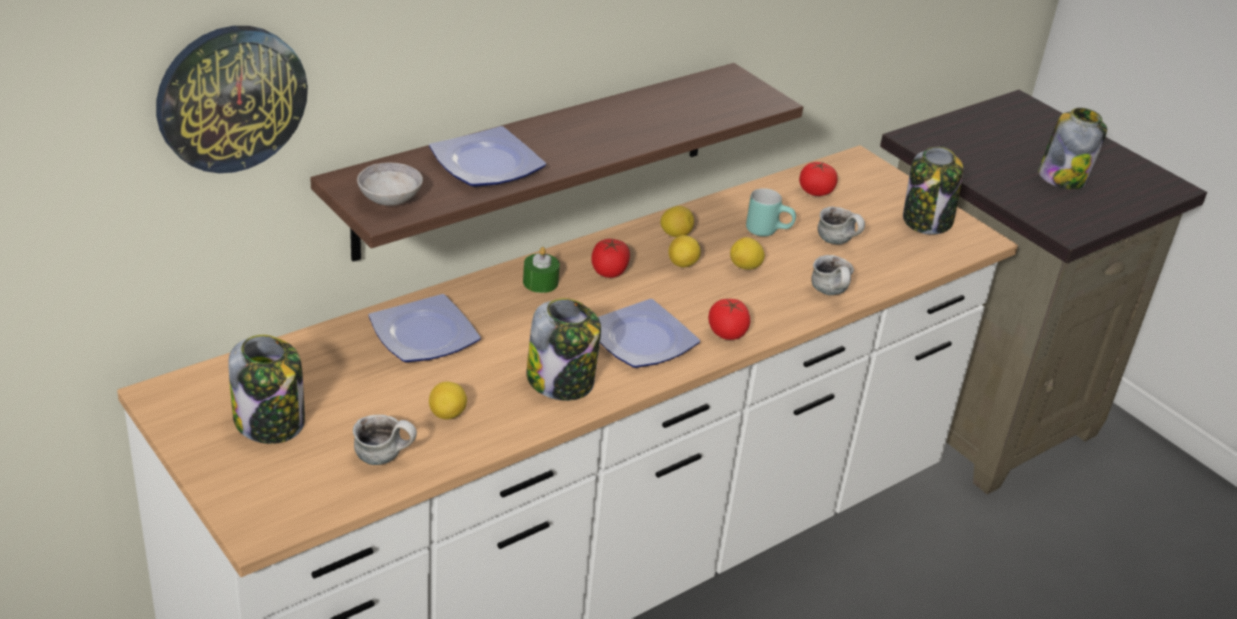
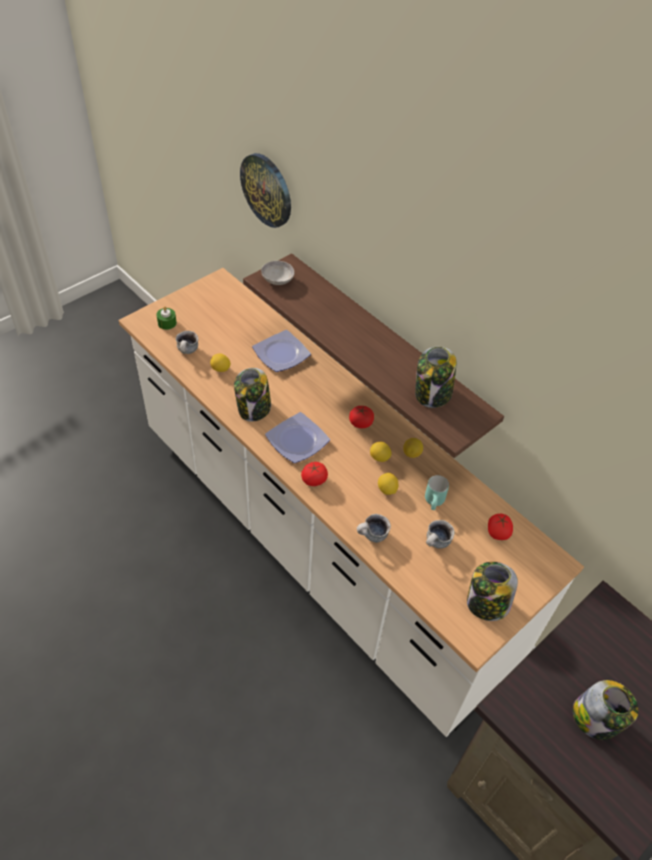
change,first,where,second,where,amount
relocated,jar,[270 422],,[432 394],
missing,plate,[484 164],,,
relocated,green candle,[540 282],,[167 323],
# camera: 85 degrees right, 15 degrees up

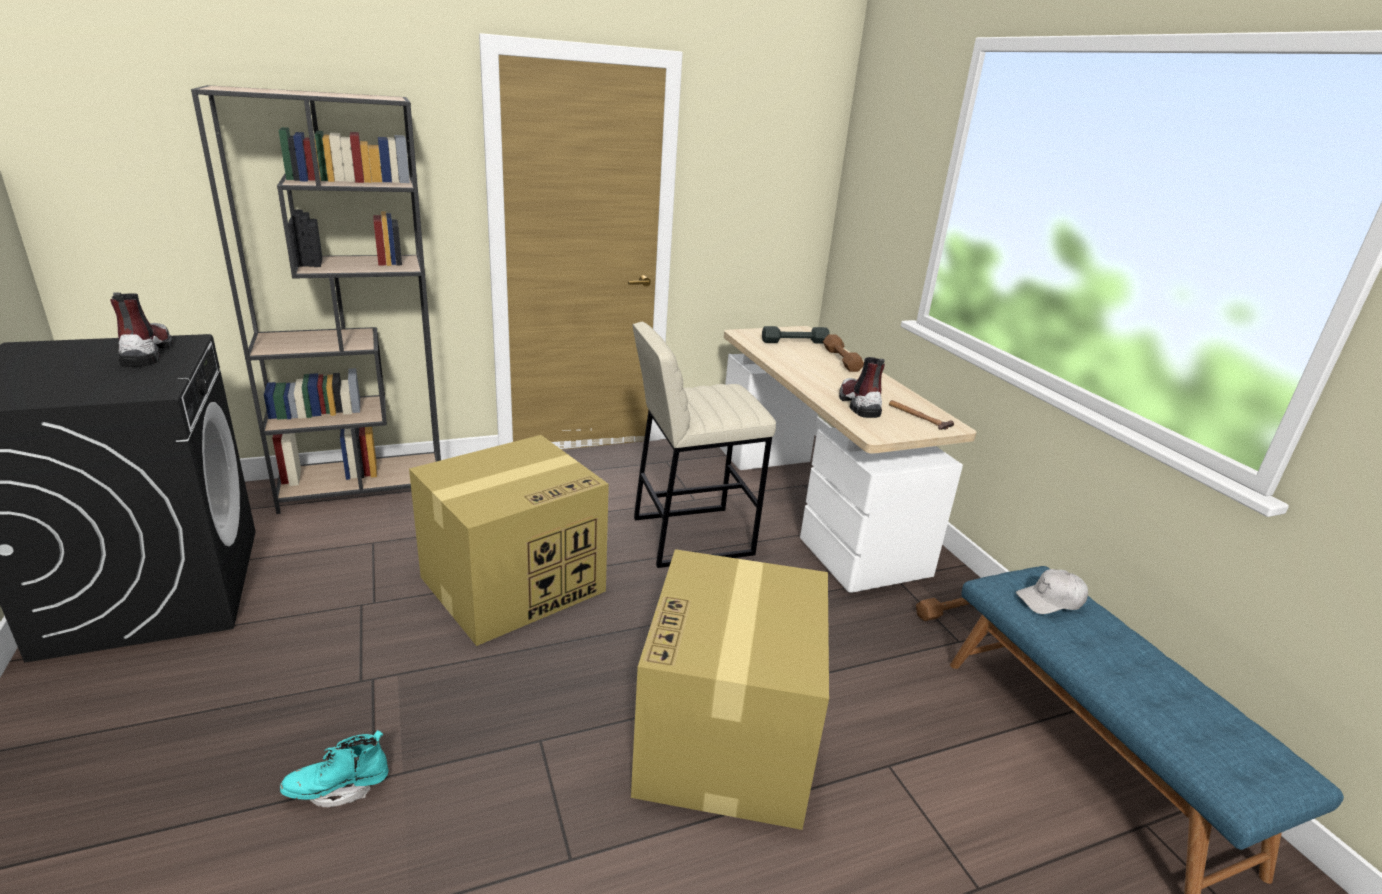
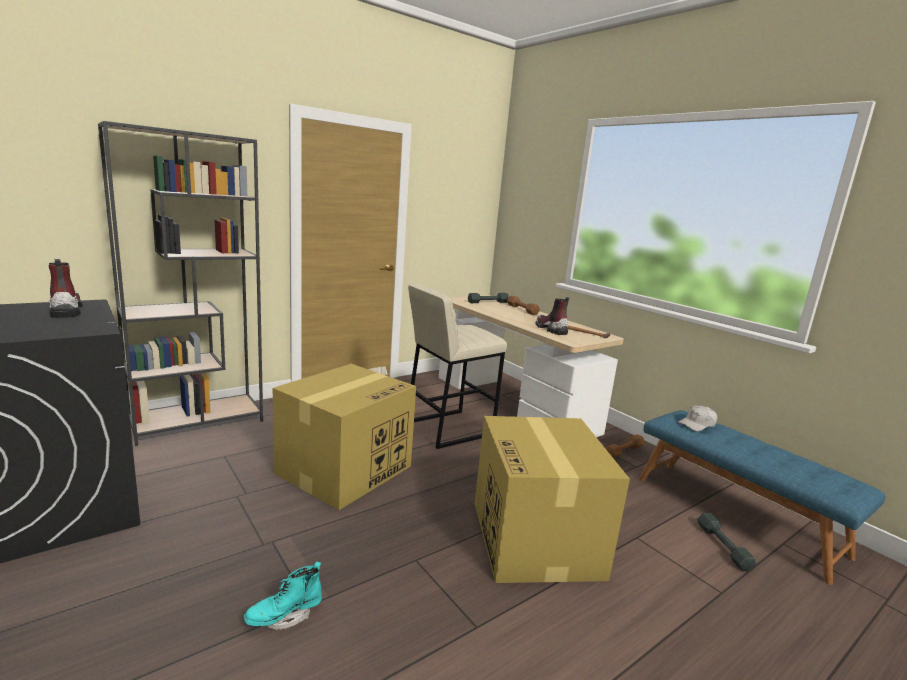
change,first,where,second,where,amount
appeared,,,grey dumbbell,[723 546],
# camera: 15 degrees left, 10 degrees down

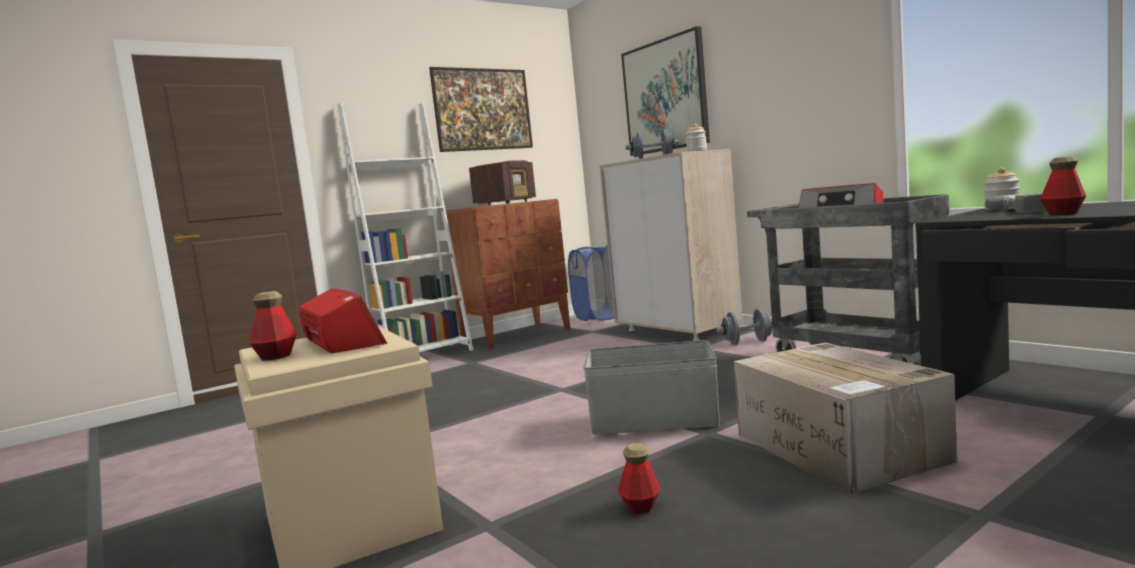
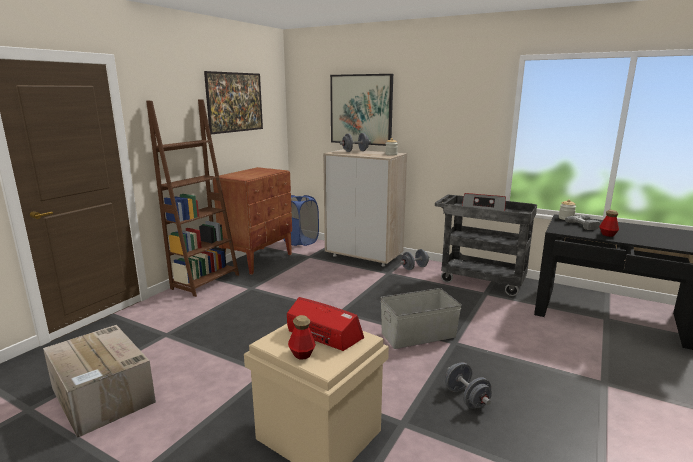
change,first,where,second,where,amount
colour,white bookcase,[424 356],brown bookcase,[205 281],
missing,radio,[506 203],,,
exchanged,bottle,[640 506],grey dumbbell,[466 398],
relocated,cardboard box,[840 448],,[103 395],
# camera: 25 degrees left, 10 degrees up

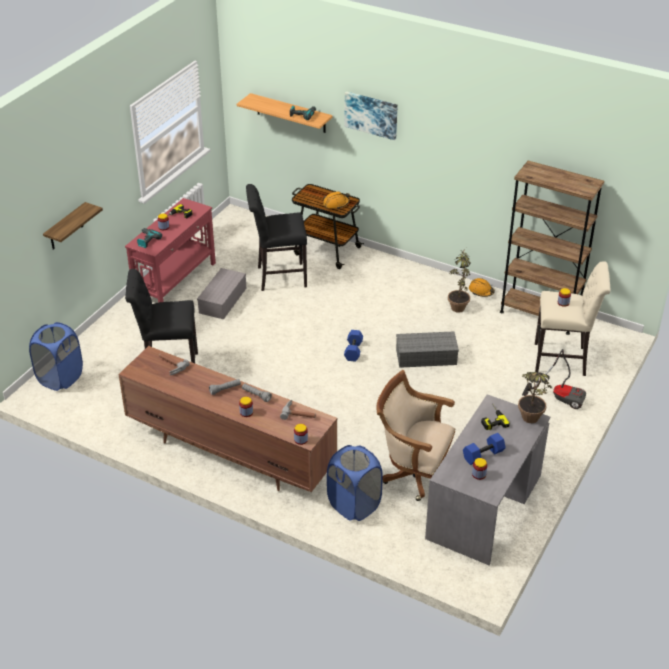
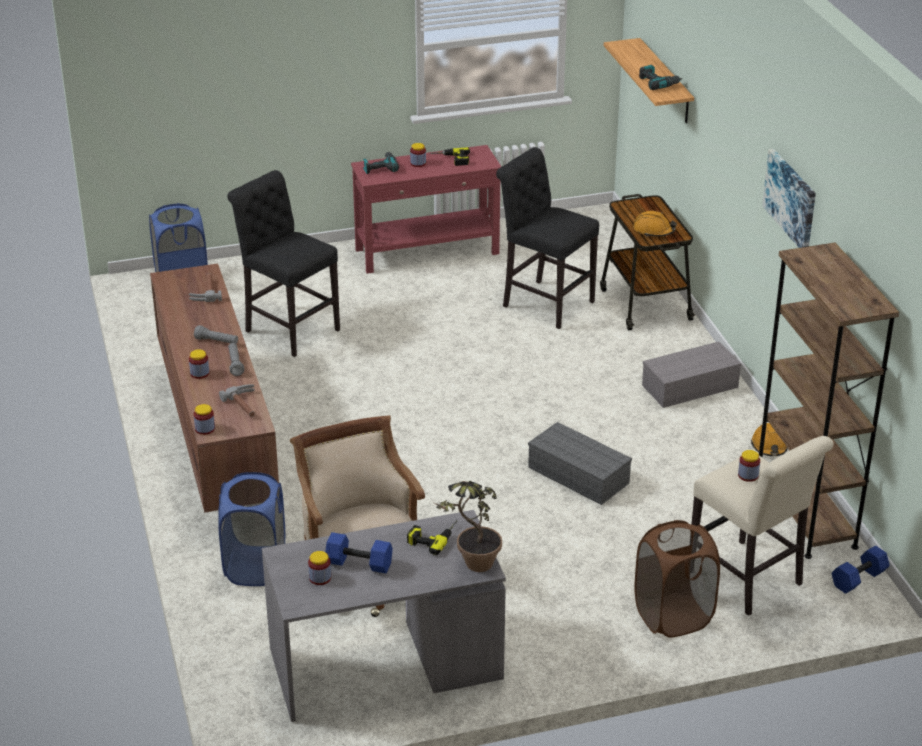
change,first,where,second,where,amount
missing,shelf,[66 227],,,
relocated,grey storage box,[223 301],,[689 387],
relocated,blue dumbbell,[354 351],,[859 579],
relocated,picture,[371 114],,[791 199],
missing,potted plant,[458 305],,,
exchanged,vacuum cleaner,[560 397],brown laundry basket,[673 616],
# camera: 45 degrees right, 5 degrees down

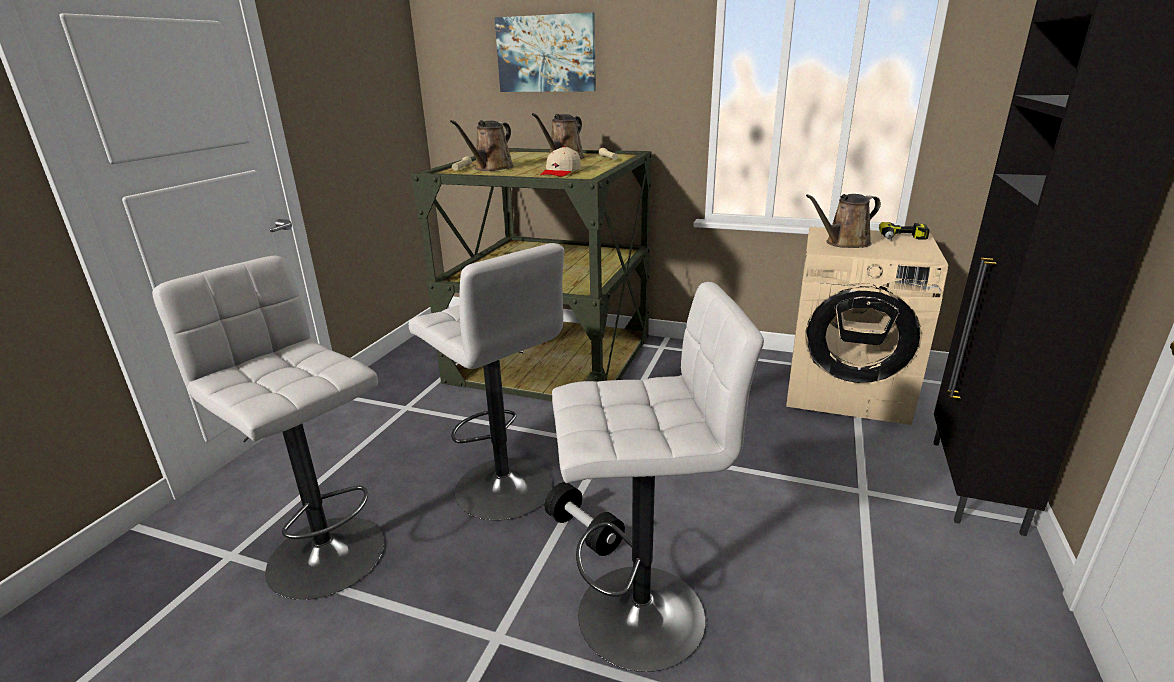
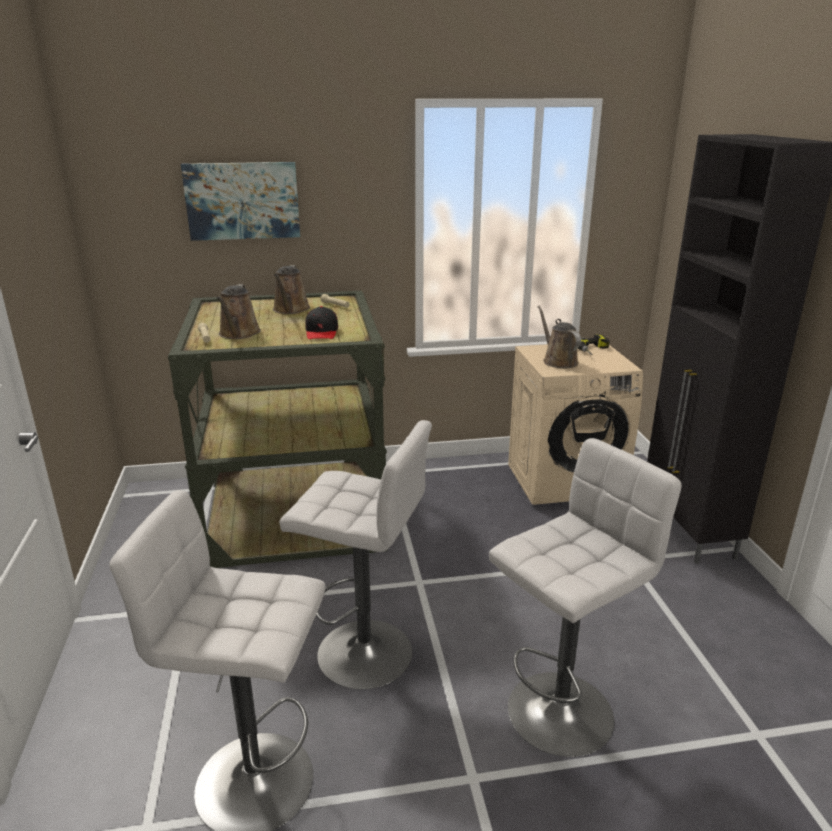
change,first,where,second,where,amount
colour,beige cap,[561 172],black cap,[322 332],
missing,black dumbbell,[584 532],,,
spun,brown watering can,[844 243],,[558 361],120 degrees clockwise
# camera: 30 degrees left, 0 degrees up

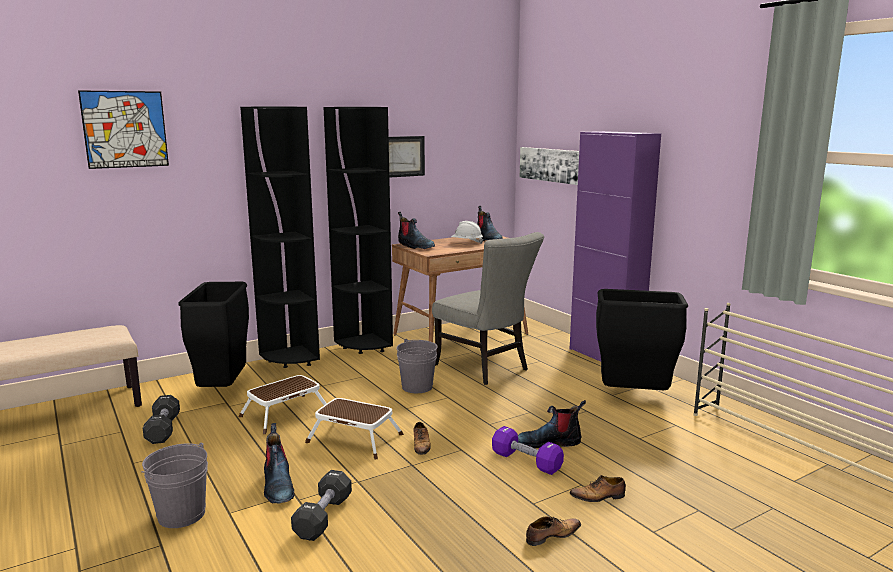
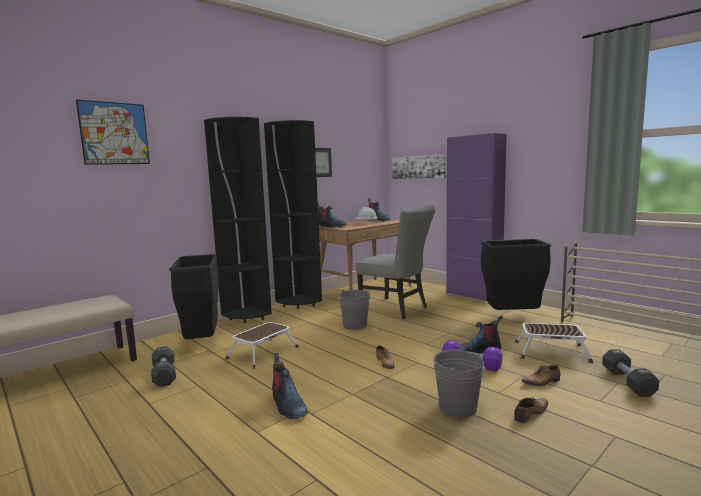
change,first,where,second,where,amount
relocated,grey bucket,[181 514],,[458 407],
relocated,black dumbbell,[323 517],,[628 382],
relocated,brown step ladder,[354 438],,[551 352],
# camera: 10 degrees left, 5 degrees down

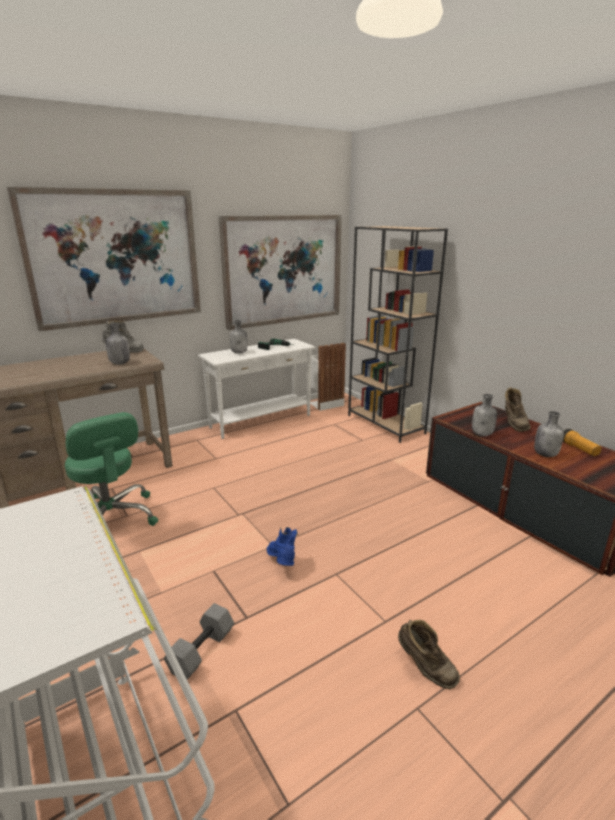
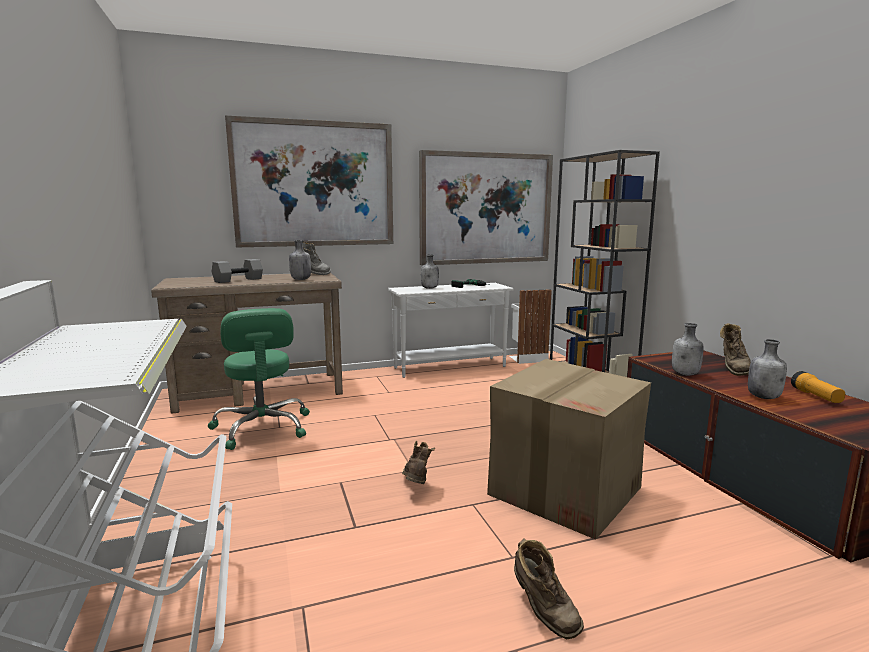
change,first,where,second,where,amount
relocated,grey dumbbell,[202 652],,[238 280],
colour,blue boot,[282 563],brown boot,[416 486],
appeared,,,cardboard box,[565 490],
# camera: 15 degrees right, 10 degrees down

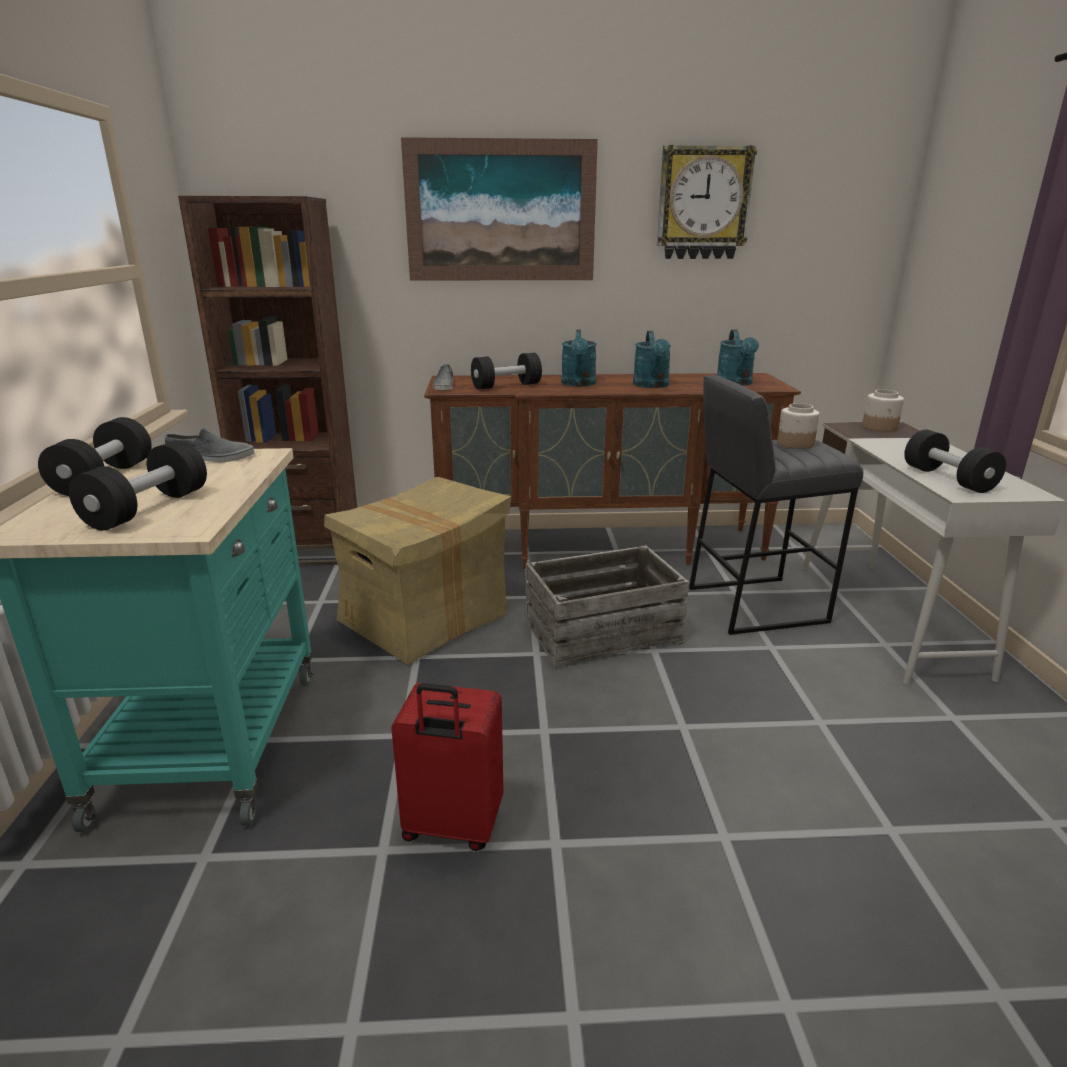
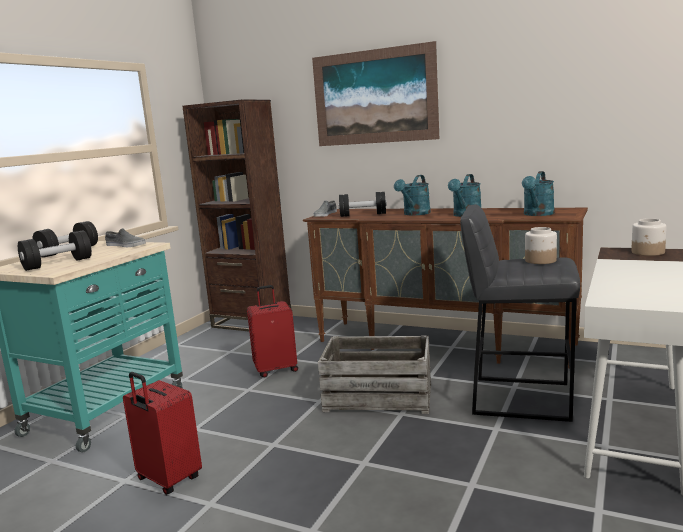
change,first,where,second,where,amount
exchanged,cardboard box,[424 619],red suitcase,[276 369],
missing,wall clock,[703 204],,,
missing,black dumbbell,[948 479],,,
# camera: 30 degrees right, 10 degrees down

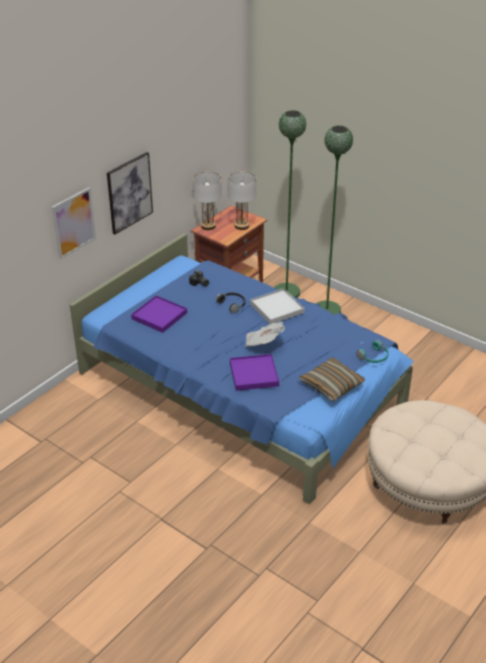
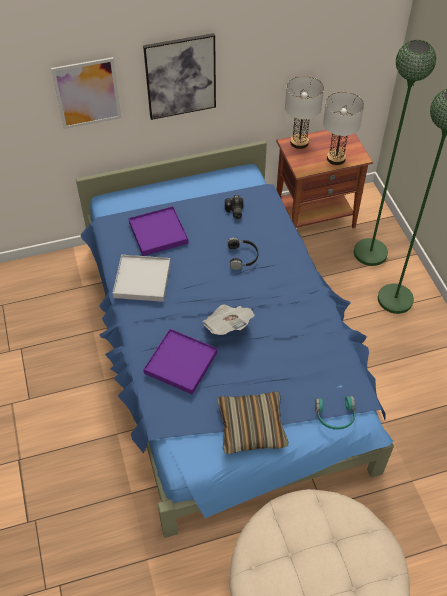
change,first,where,second,where,amount
relocated,white tray,[277 308],,[142 280],
# camera: 35 degrees right, 15 degrees up

